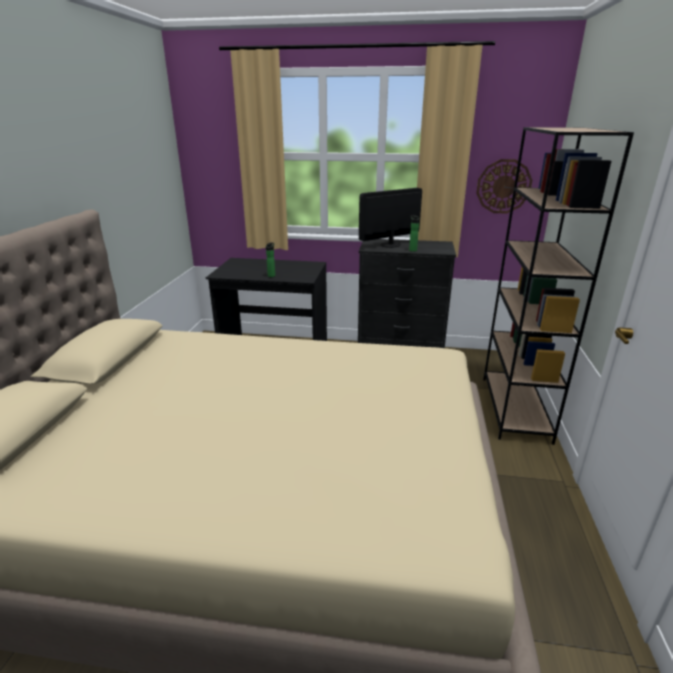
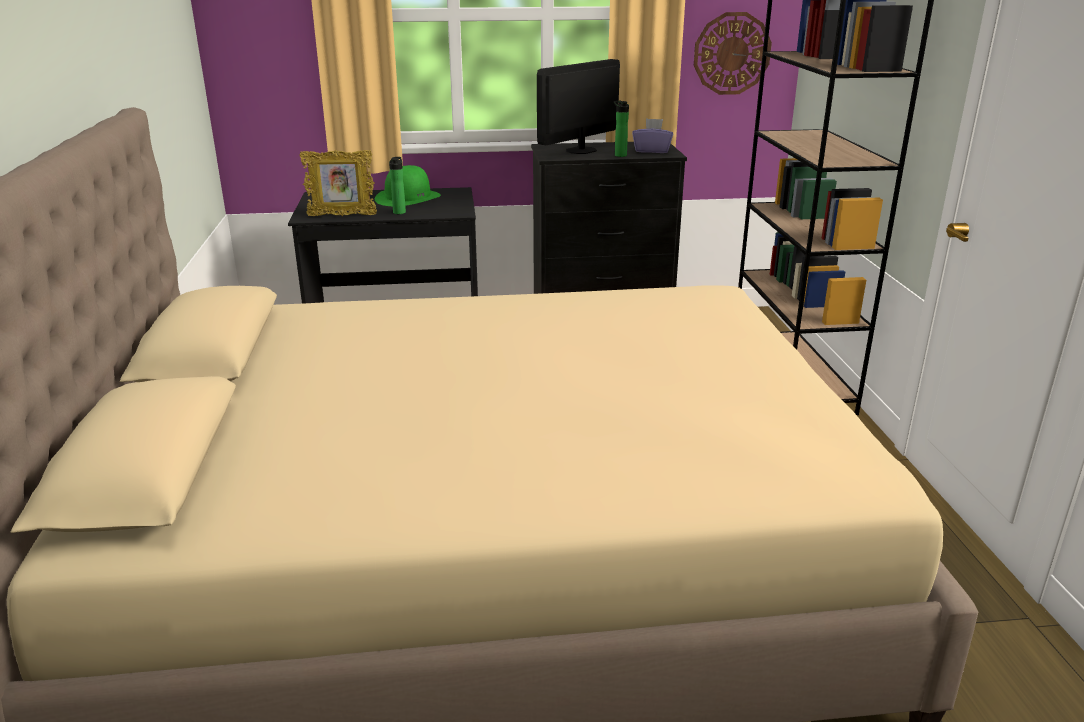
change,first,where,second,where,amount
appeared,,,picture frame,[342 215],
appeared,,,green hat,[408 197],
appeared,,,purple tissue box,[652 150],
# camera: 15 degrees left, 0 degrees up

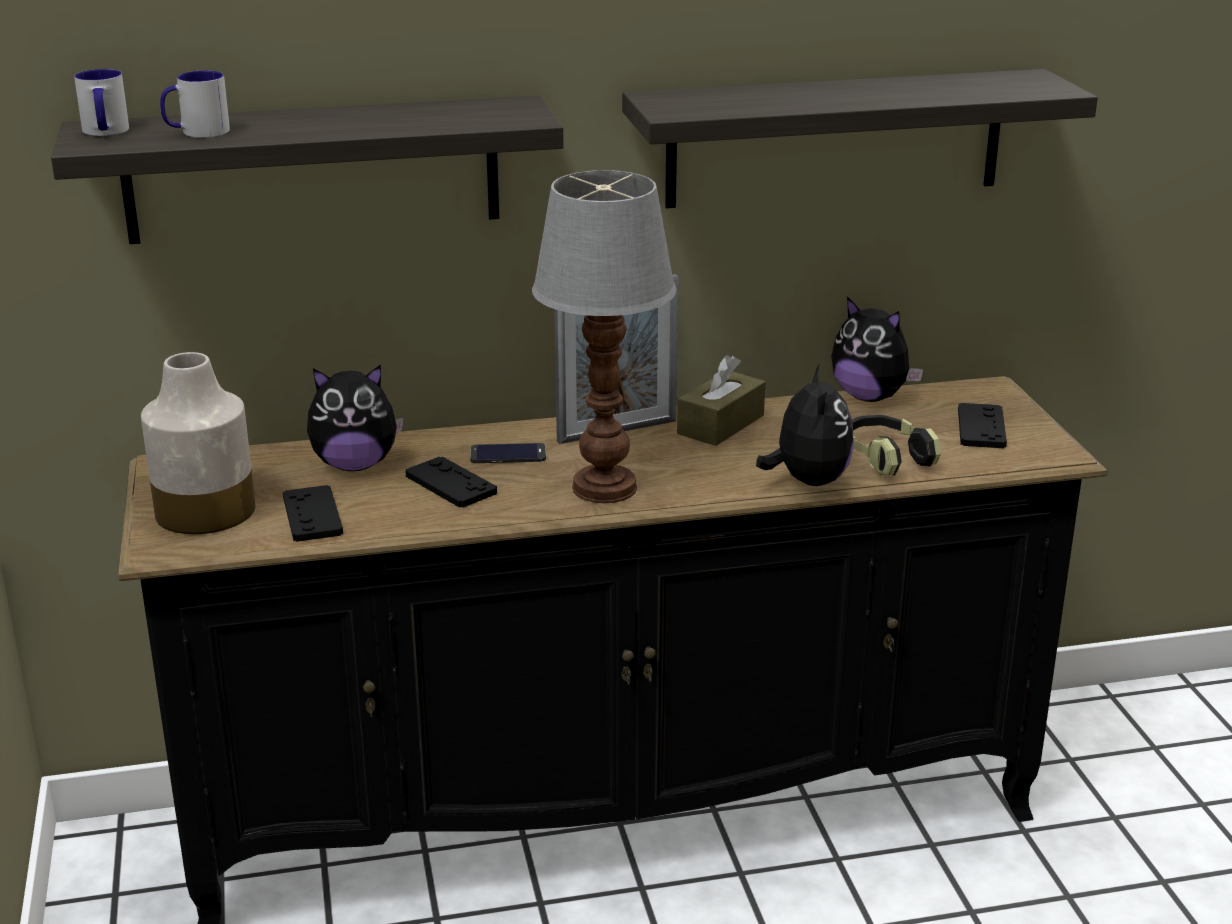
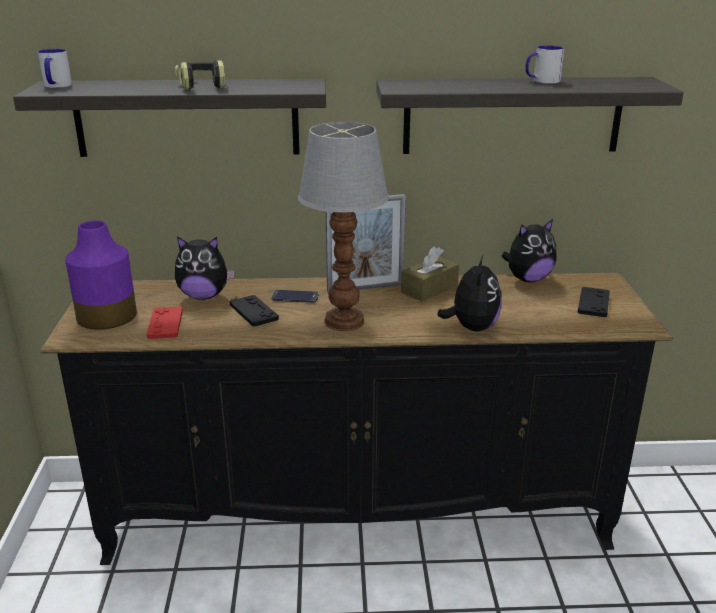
change,first,where,second,where,amount
colour,beige vase,[204 510],purple vase,[106 315],
relocated,mug,[196 132],,[541 81],
colour,black game controller,[312 515],red game controller,[165 324],
spun,plush toy,[870 397],,[527 279],75 degrees counterclockwise
relocated,headphones,[885 458],,[201 85],
# camera: 10 degrees right, 0 degrees up

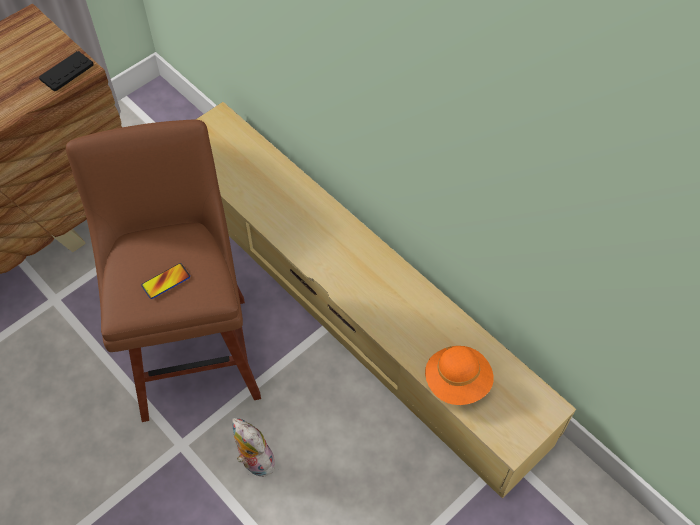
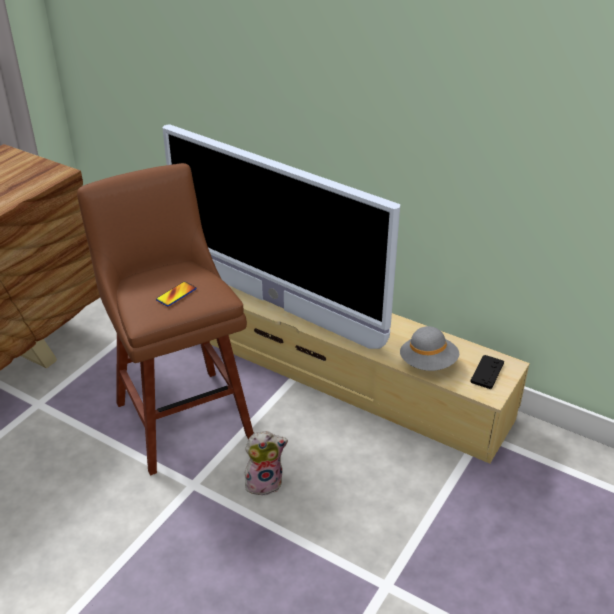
change,first,where,second,where,amount
relocated,black game controller,[67 72],,[487 372],
spun,plush toy,[254 461],,[264 482],135 degrees clockwise
colour,orange hat,[457 382],grey hat,[428 363],
appeared,,,television,[276 304],
# camera: 15 degrees left, 20 degrees down

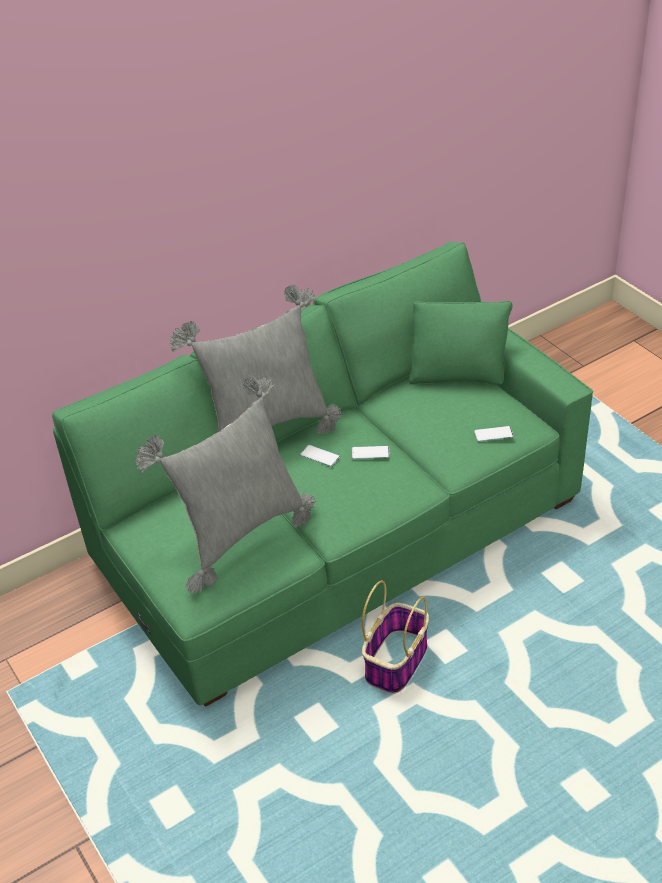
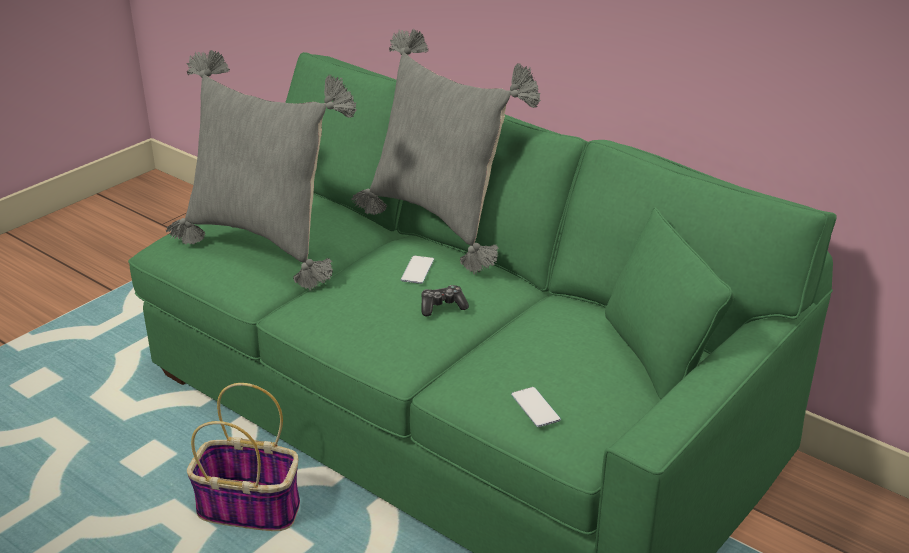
change,first,where,second,where,amount
exchanged,phone,[370 453],game controller,[442 306],
# camera: 70 degrees right, 10 degrees down

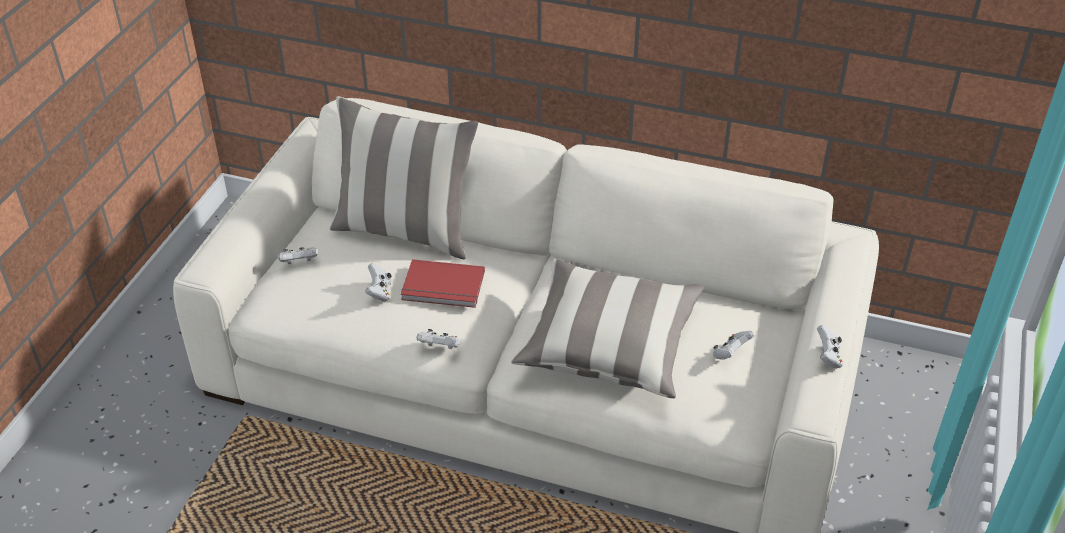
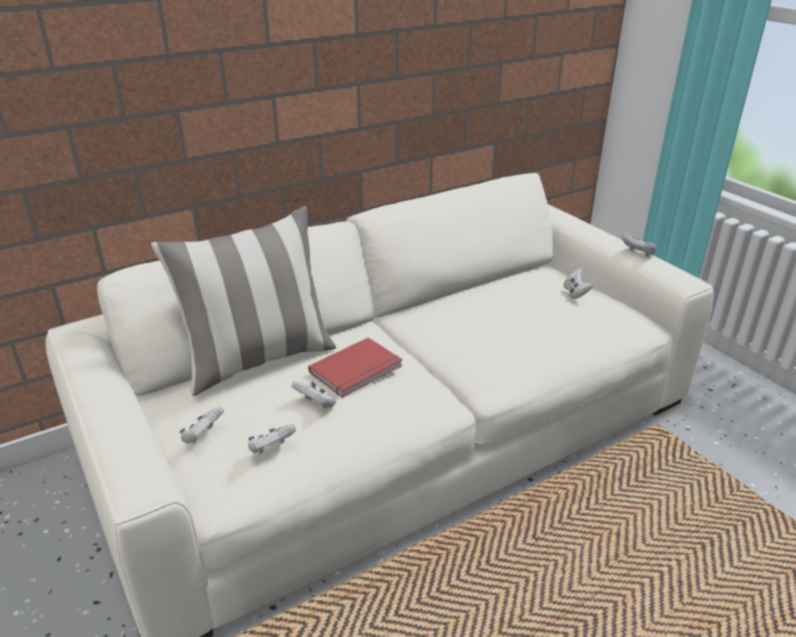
change,first,where,second,where,amount
relocated,white game controller,[440 348],,[271 449],
missing,pillow,[609 345],,,
# camera: 50 degrees left, 10 degrees down

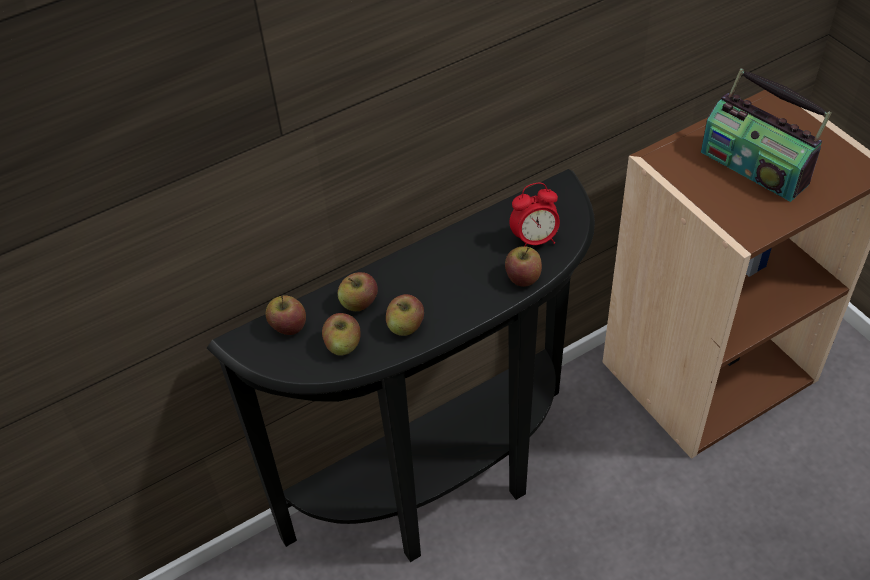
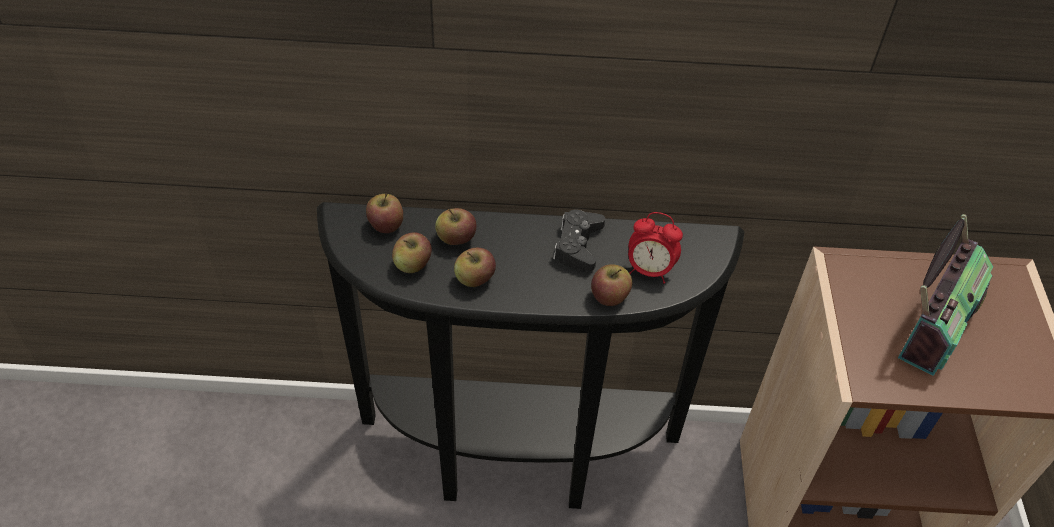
change,first,where,second,where,amount
spun,radio,[755 166],,[933 324],135 degrees counterclockwise
appeared,,,black game controller,[578 245],
# camera: 30 degrees right, 0 degrees up

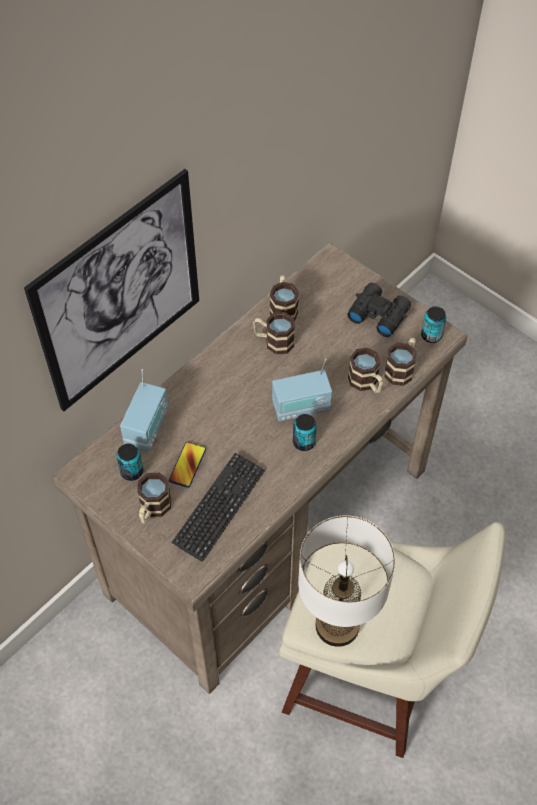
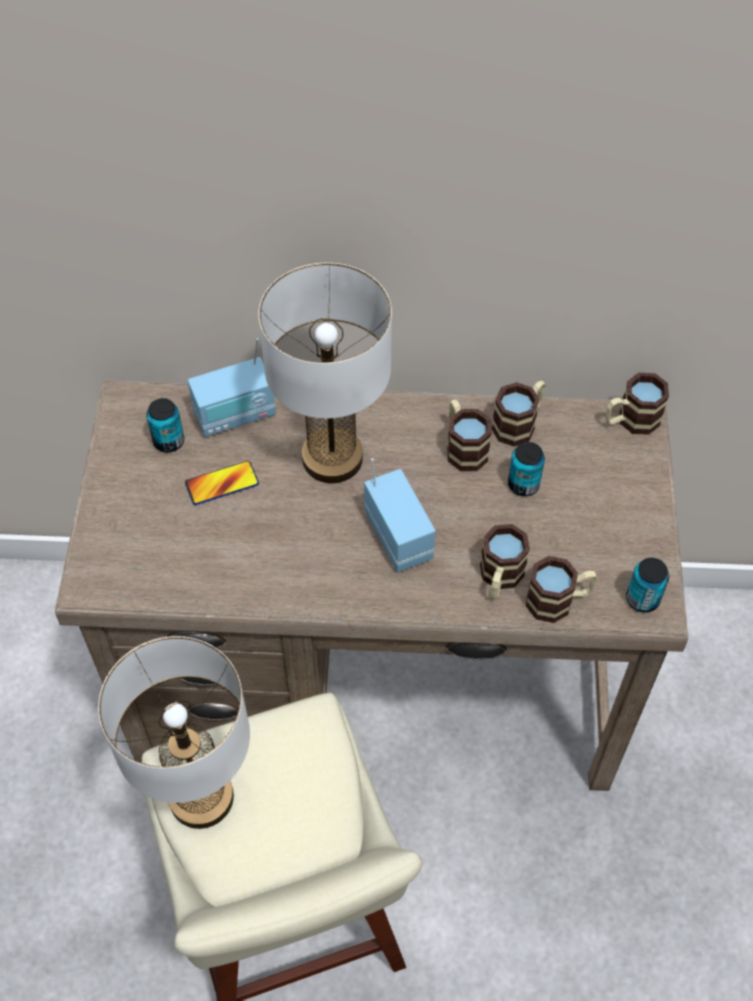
change,first,where,second,where,amount
missing,picture,[120 293],,,
relocated,mug,[153 509],,[630 420],
missing,keyboard,[219 507],,,
spun,radio,[301 407],,[399 536],150 degrees counterclockwise
relocated,can,[304 442],,[523 484],
missing,black binoculars,[378 313],,,
appeared,,,table lamp,[333 458],
# camera: 50 degrees right, 0 degrees up

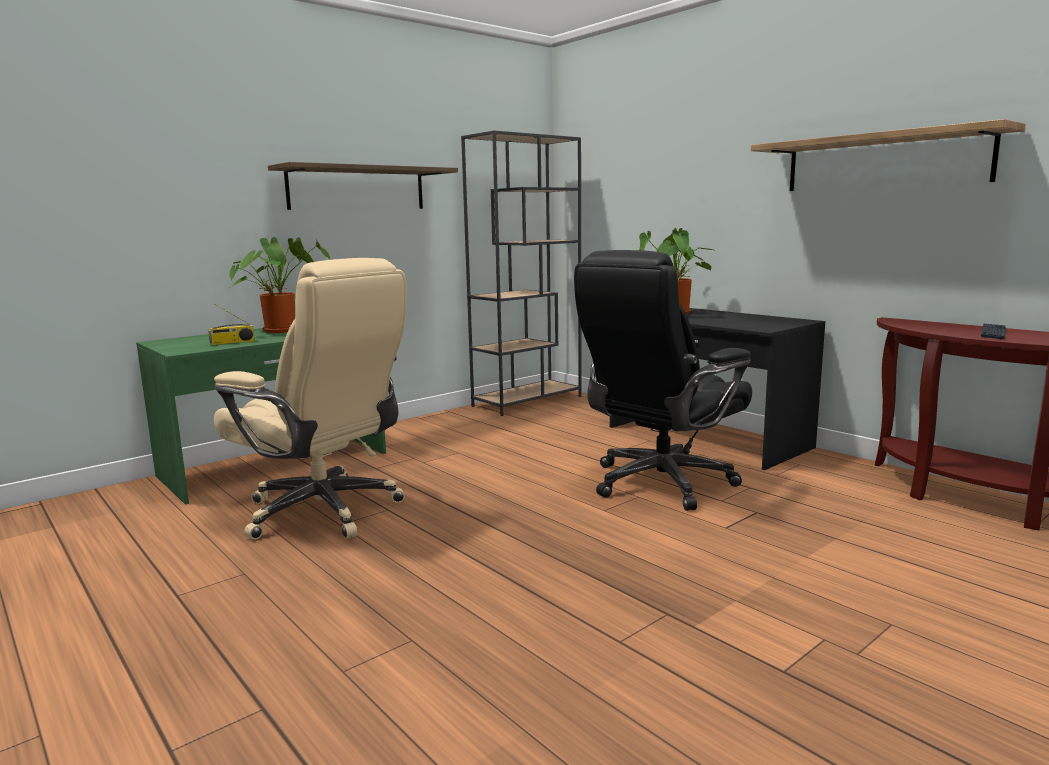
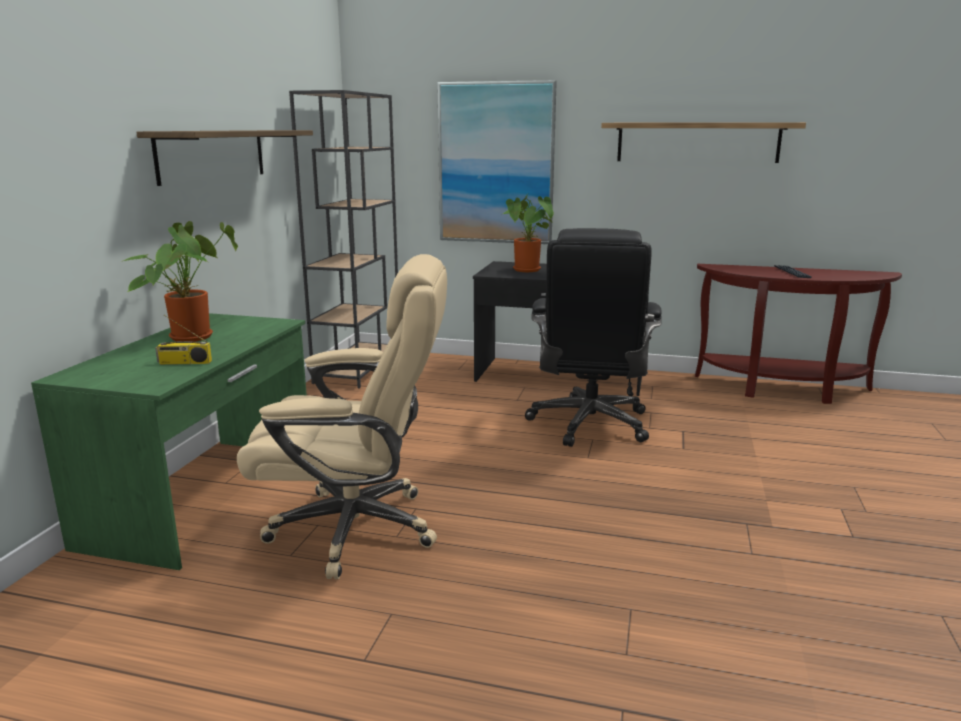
change,first,where,second,where,amount
spun,radio,[232 342],,[184 363],60 degrees clockwise
appeared,,,picture,[496 164],
# camera: 35 degrees left, 5 degrees up

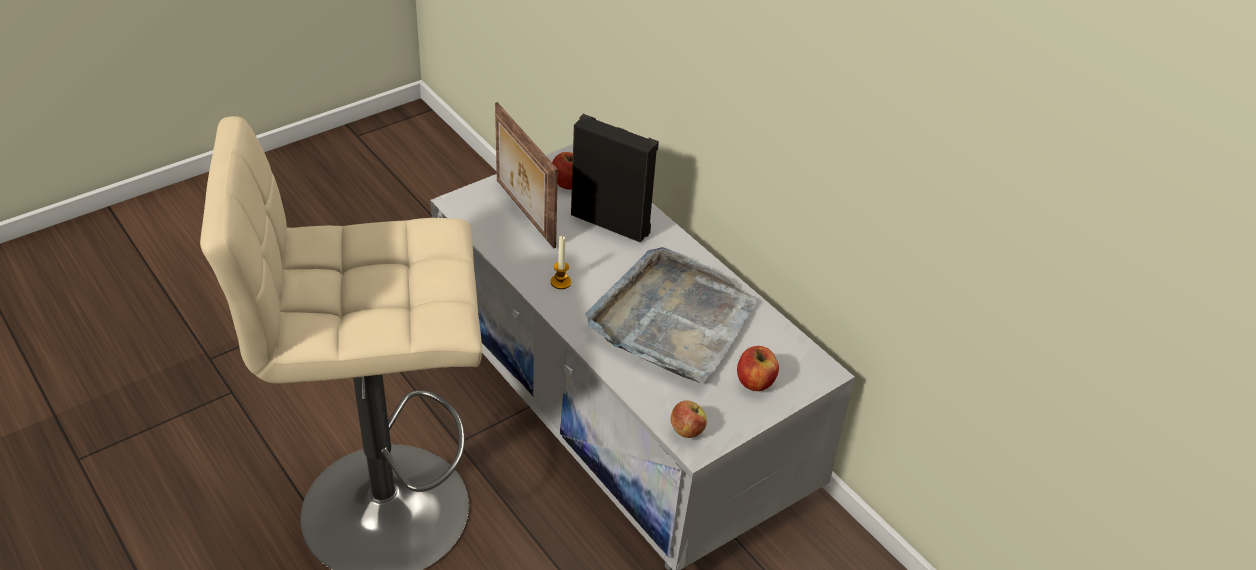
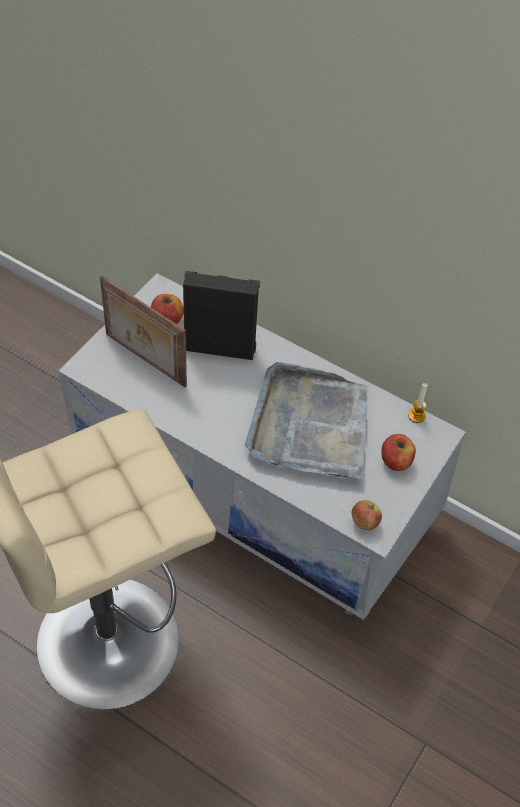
change,first,where,second,where,amount
relocated,candle,[561 282],,[416 415],
# camera: 20 degrees left, 10 degrees up

